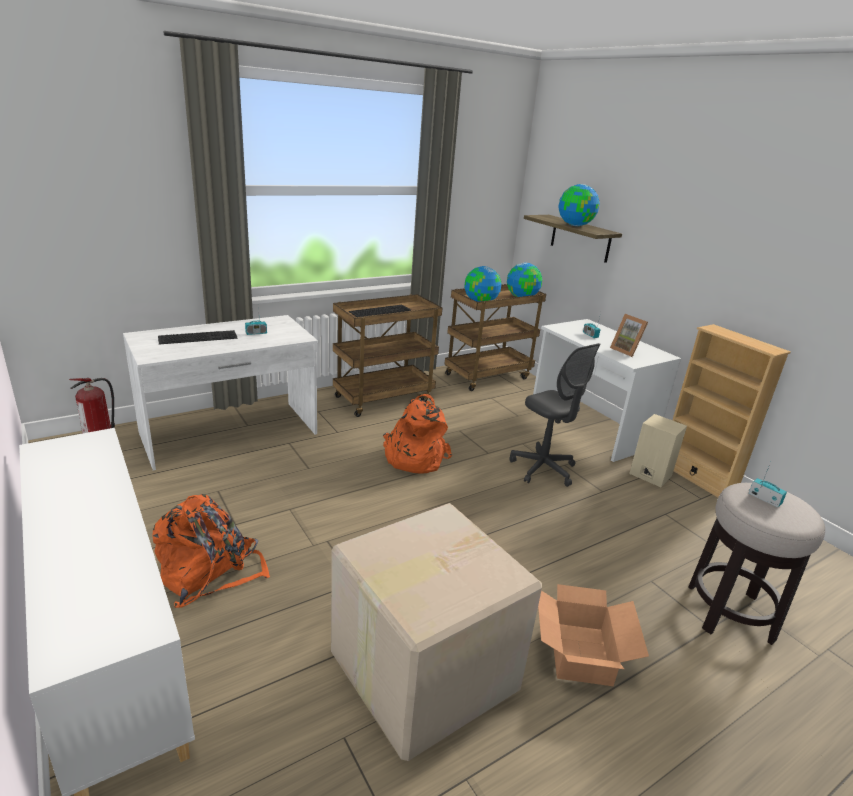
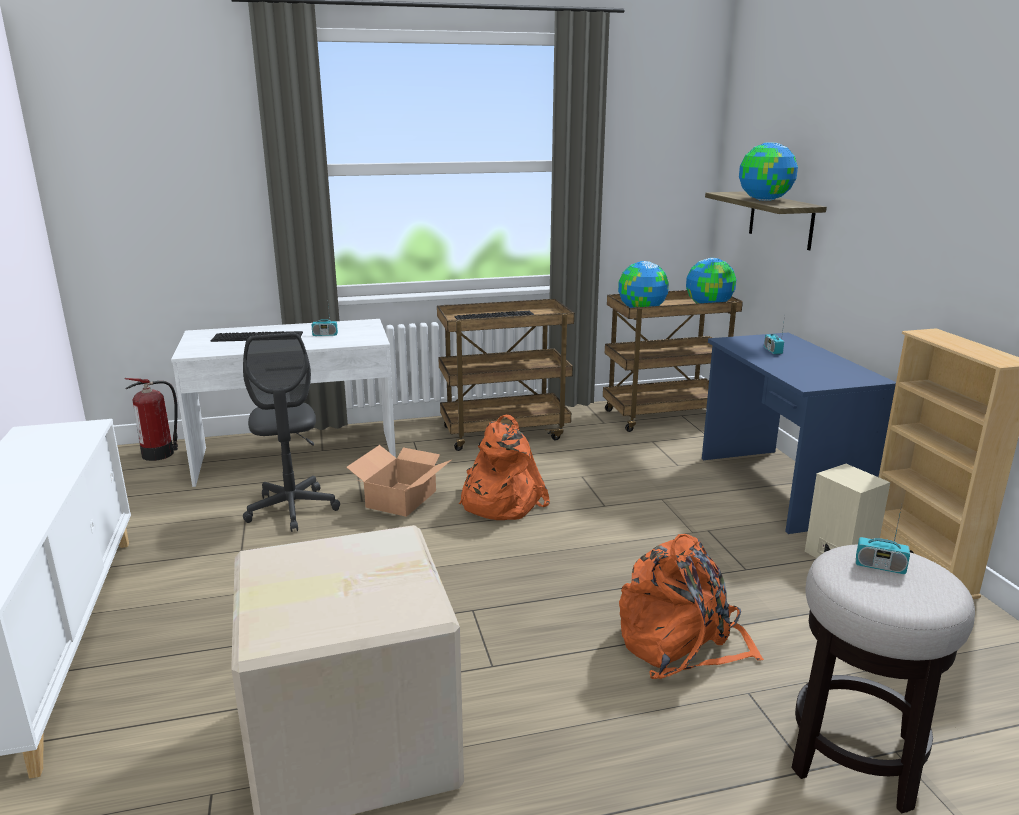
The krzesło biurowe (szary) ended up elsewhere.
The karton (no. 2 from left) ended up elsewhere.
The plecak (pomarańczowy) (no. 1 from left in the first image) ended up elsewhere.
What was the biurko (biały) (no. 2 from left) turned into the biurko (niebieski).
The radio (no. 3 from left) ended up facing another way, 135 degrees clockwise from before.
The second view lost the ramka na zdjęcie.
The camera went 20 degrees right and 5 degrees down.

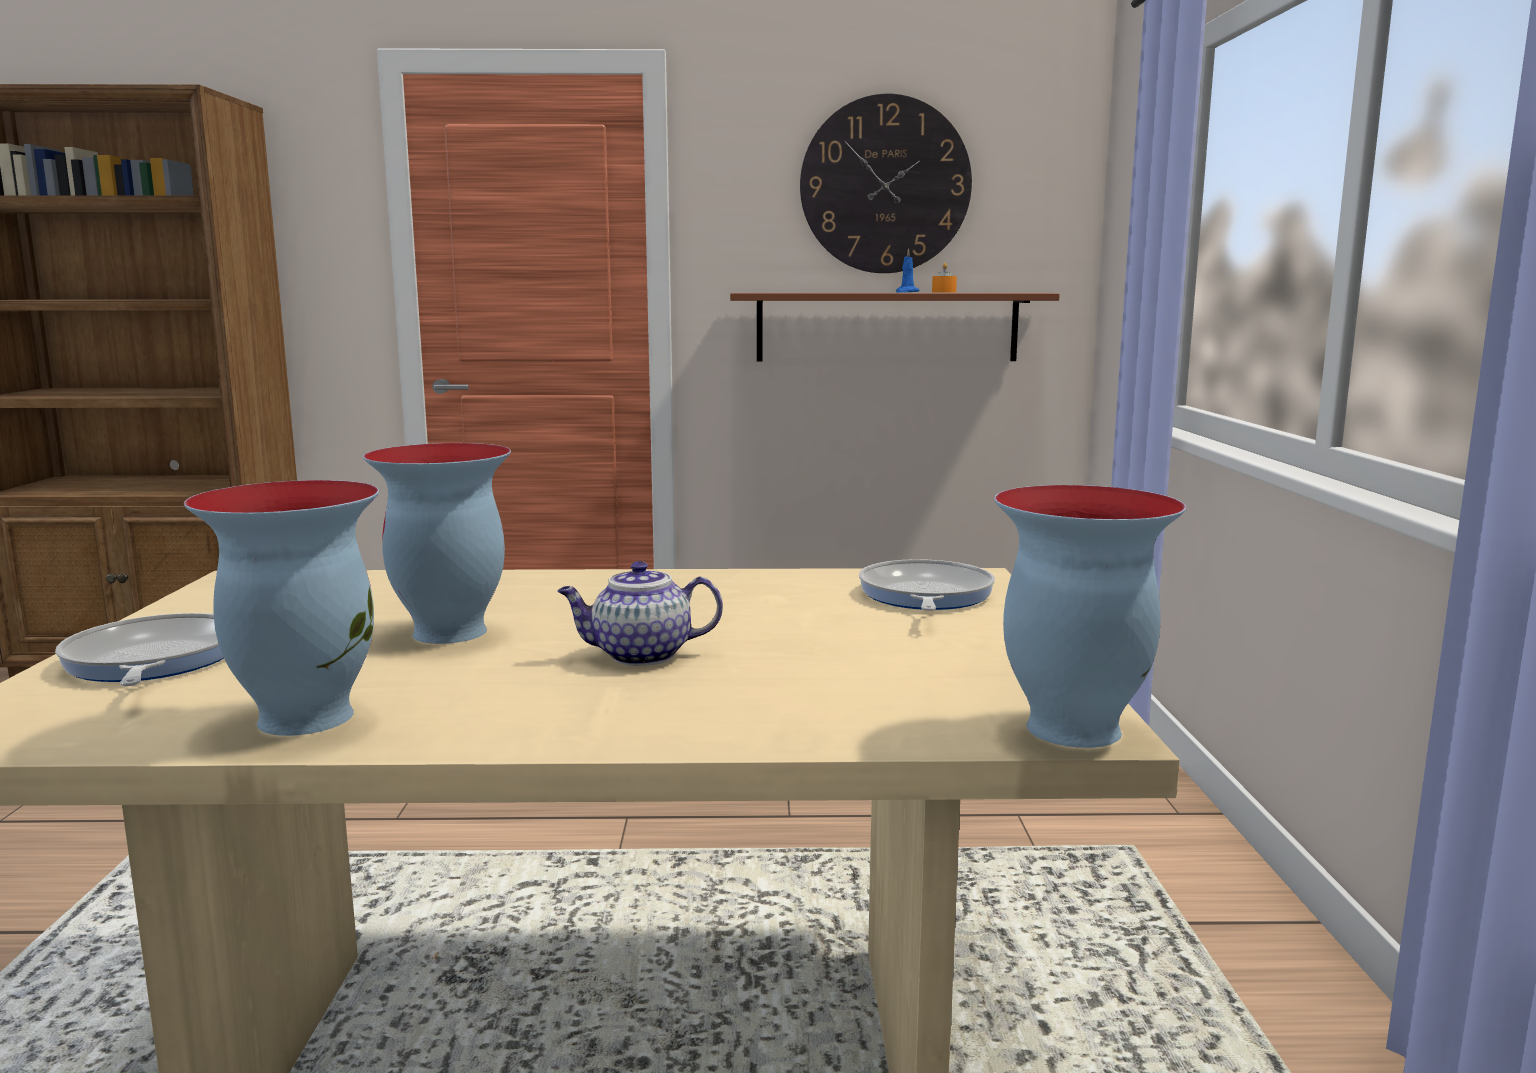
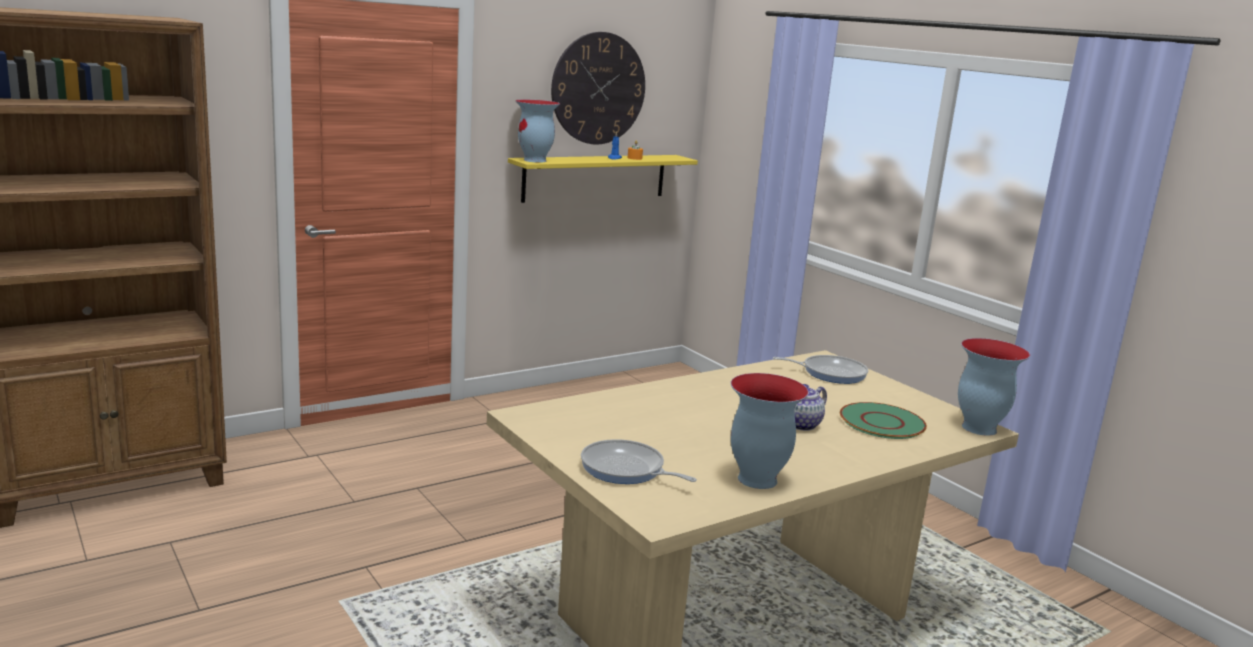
What was the półka (brązowy) turned into the półka (żółty).
The wazon (no. 2 from left in the first image) ended up elsewhere.
The patelnia (no. 2 from left) ended up facing another way, 120 degrees clockwise from before.
The second view gained the talerz (zielony).
The camera went 35 degrees left and 5 degrees up.

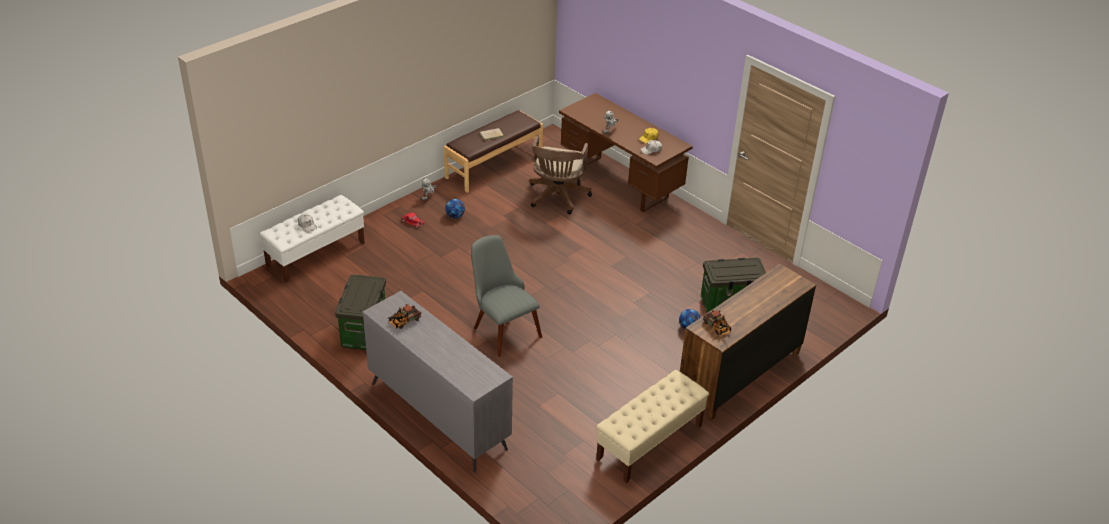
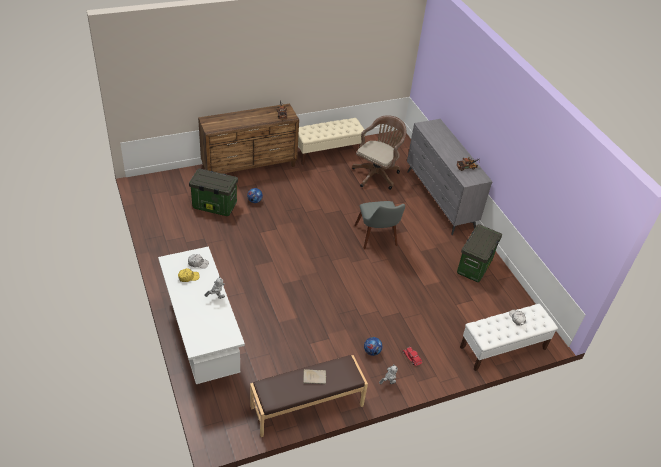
What was the biurko (brązowy) turned into the biurko (biały).
The krzesło biurowe (brązowy) ended up elsewhere.
The camera went 160 degrees left and 5 degrees up.

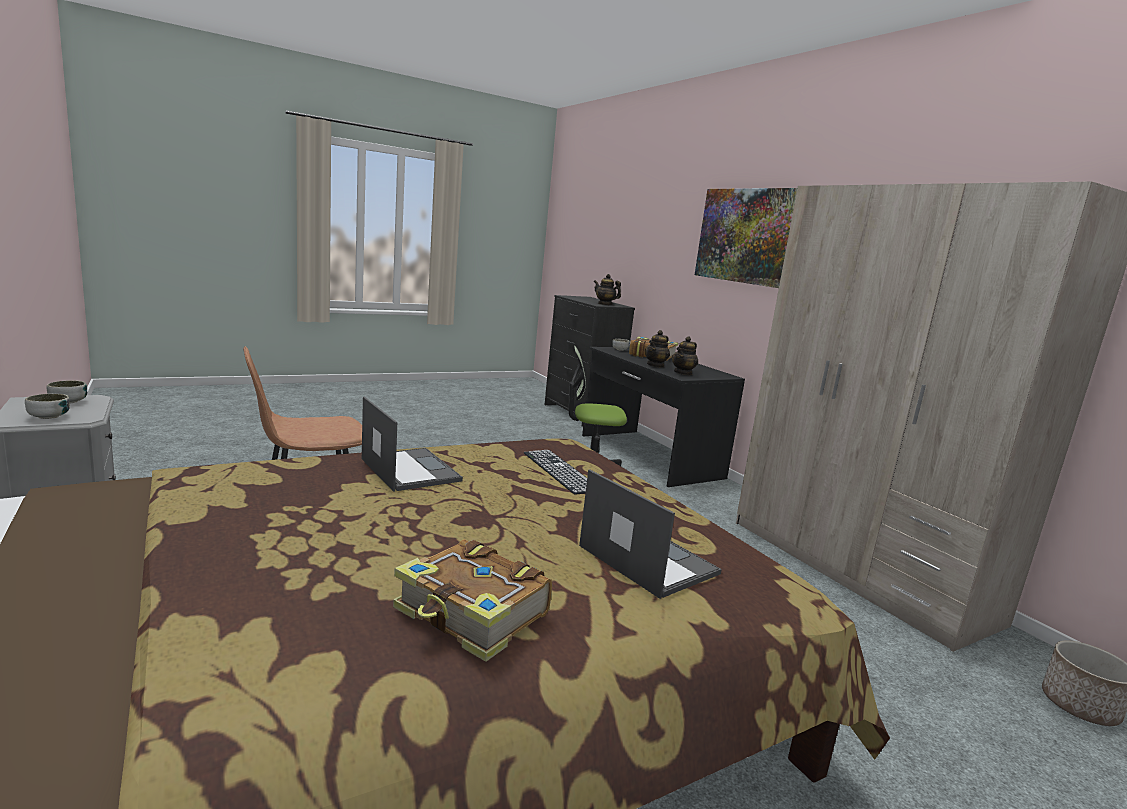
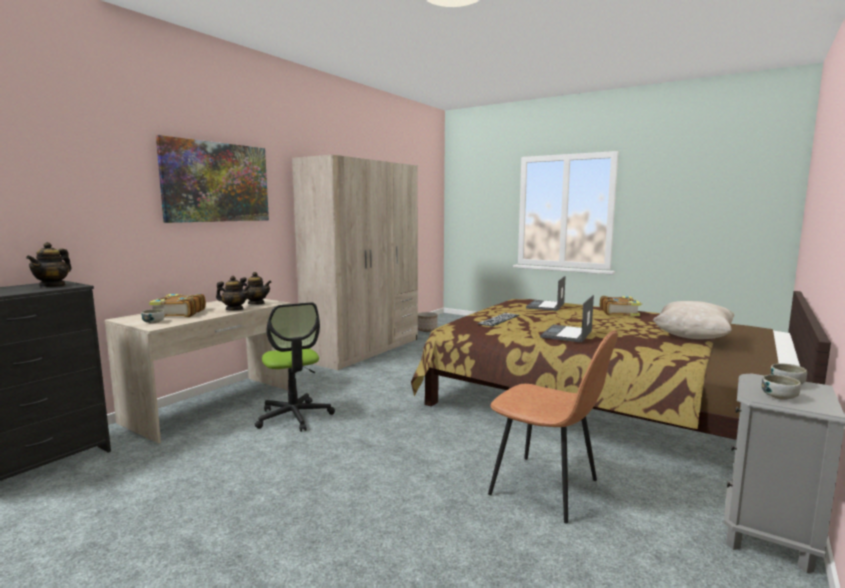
What was the biurko (czarny) turned into the biurko (beżowy).
The second view gained the poduszka (beżowy).
The camera went 115 degrees left and 5 degrees down.

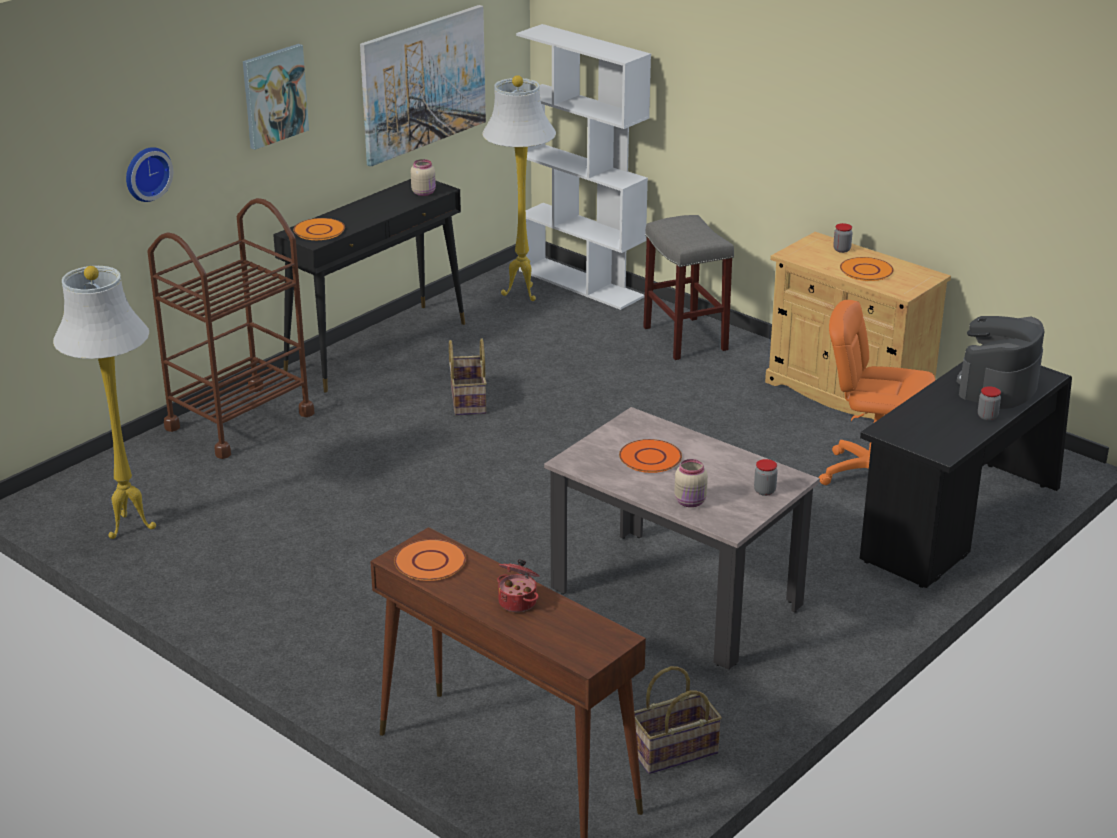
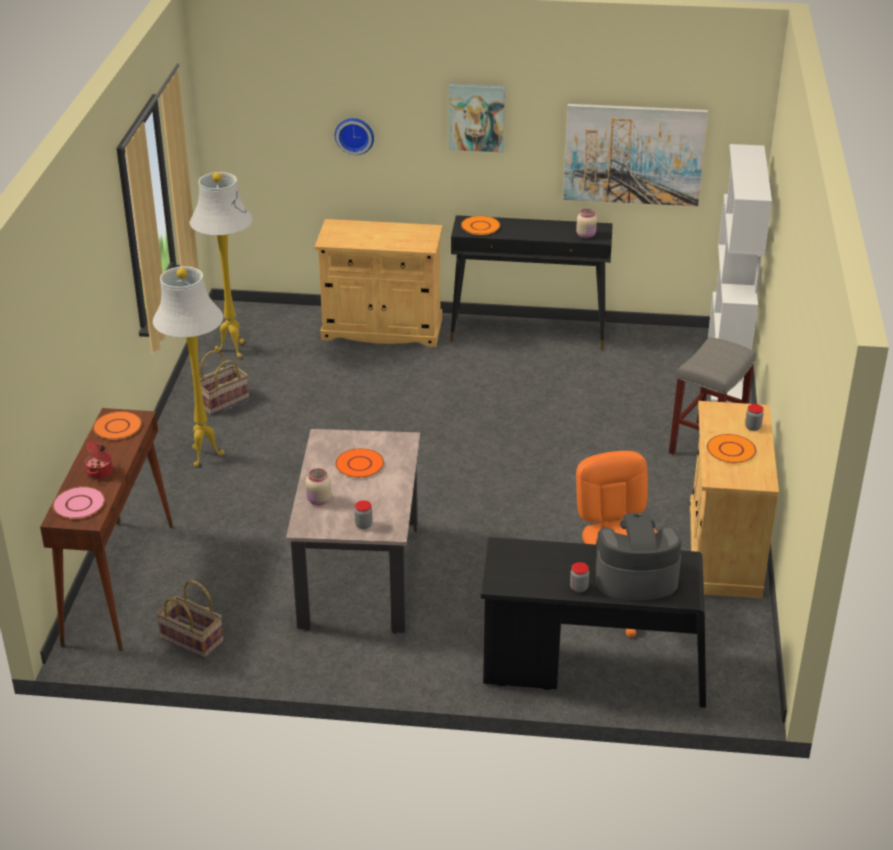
The second view gained the talerz (różowy).
The lampa stojąca (biały) (no. 2 from left in the first image) ended up elsewhere.
The koszyk (no. 1 from left in the first image) ended up elsewhere.
Where the wózek (brązowy) stood, the szafka (beżowy) (no. 1 from left) came to stand.
The camera went 55 degrees right and 5 degrees up.

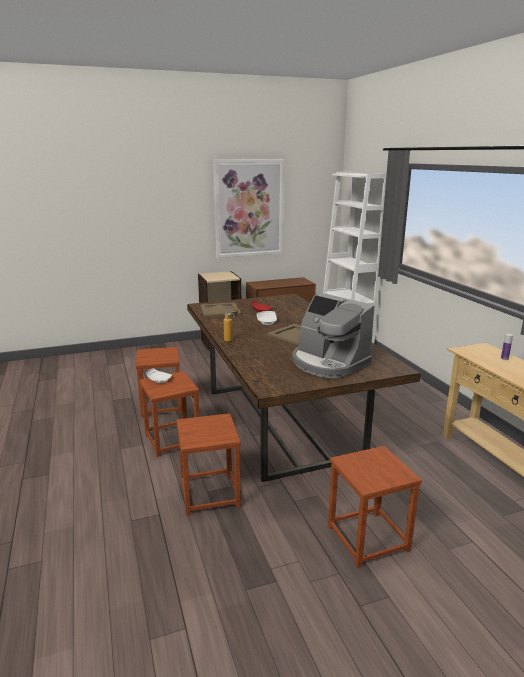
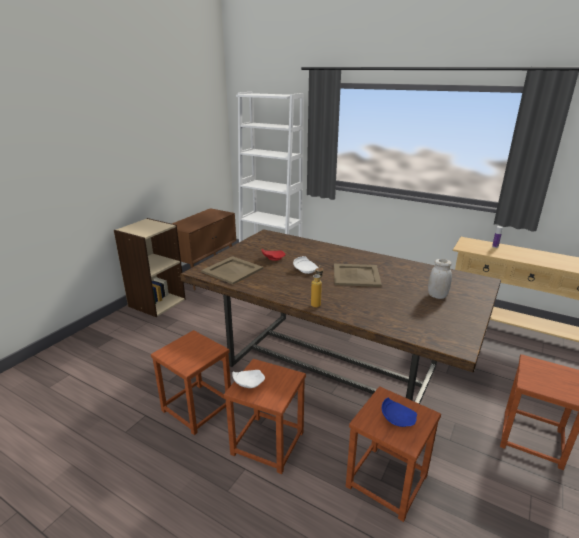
The second view gained the talerz (niebieski).
Where the ekspres do kawy stood, the słoik (biały) came to stand.
The second view lost the obraz.
The camera went 40 degrees left and 5 degrees up.

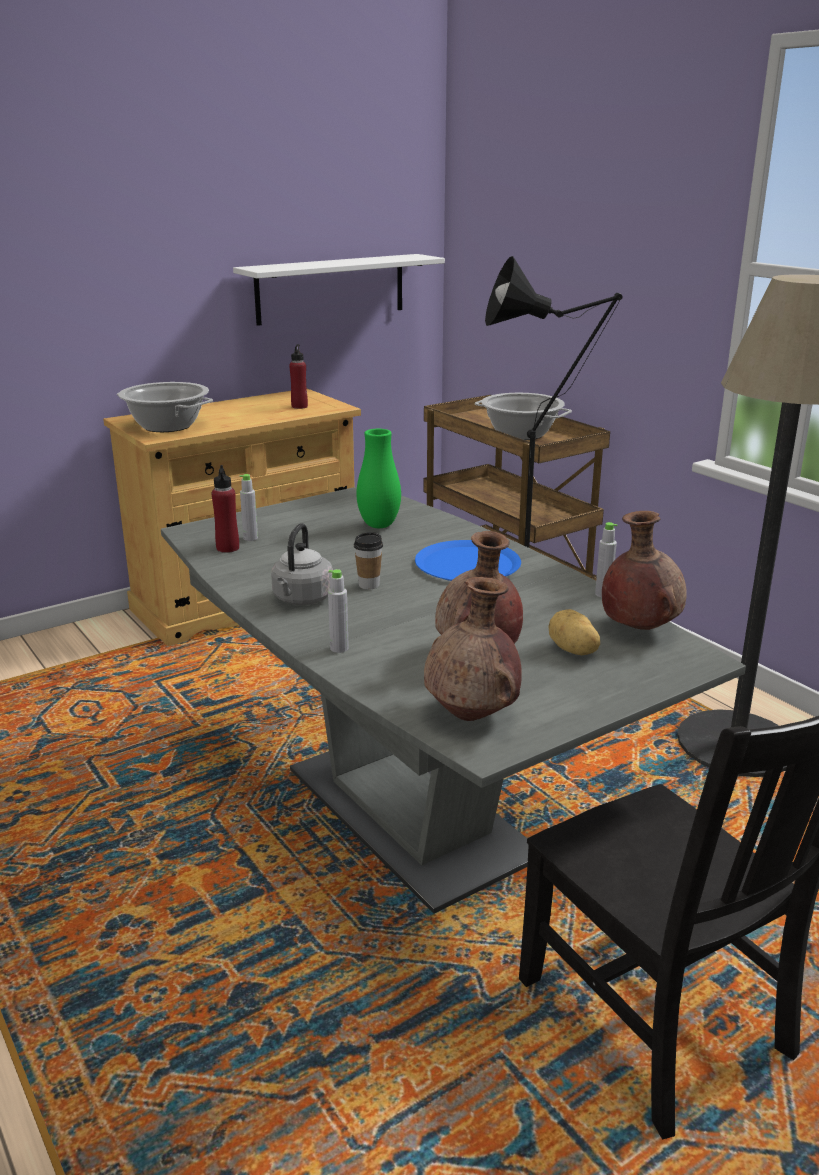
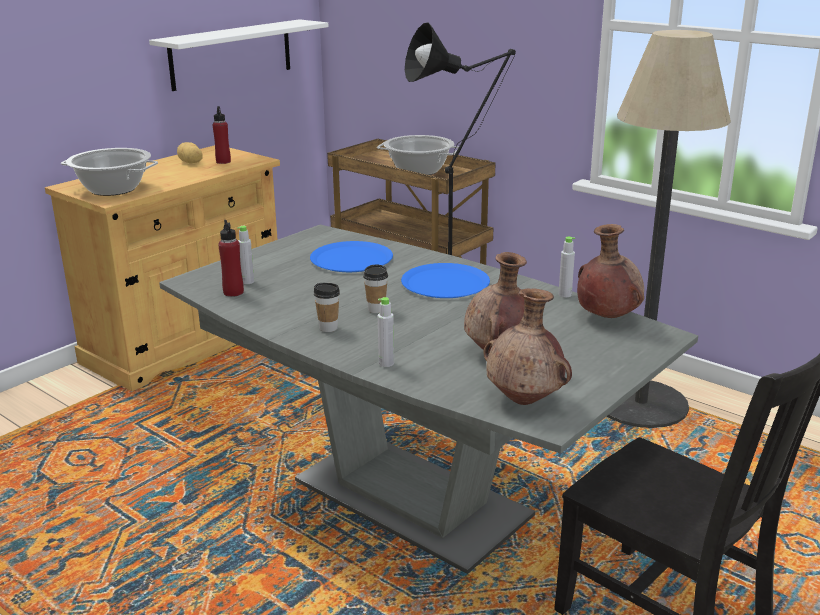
The ziemniak ended up elsewhere.
Where the wazon (zielony) stood, the talerz (niebieski) (no. 1 from left) came to stand.
Where the czajnik (szary) stood, the filiżanka (no. 1 from left) came to stand.
The camera went 15 degrees left and 0 degrees up.

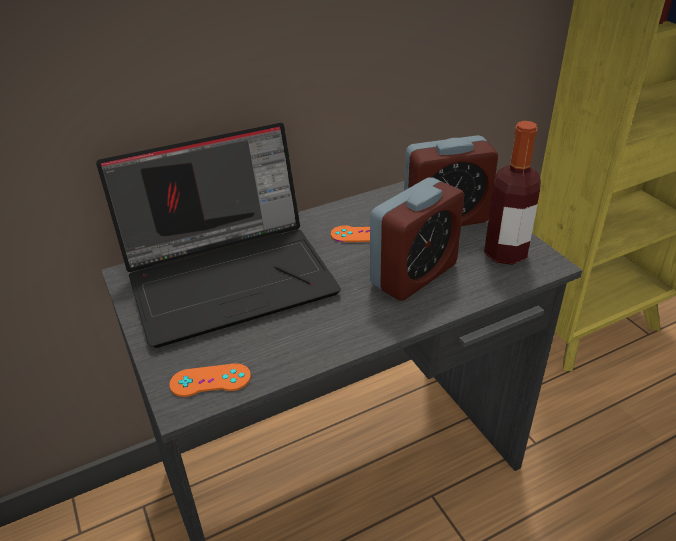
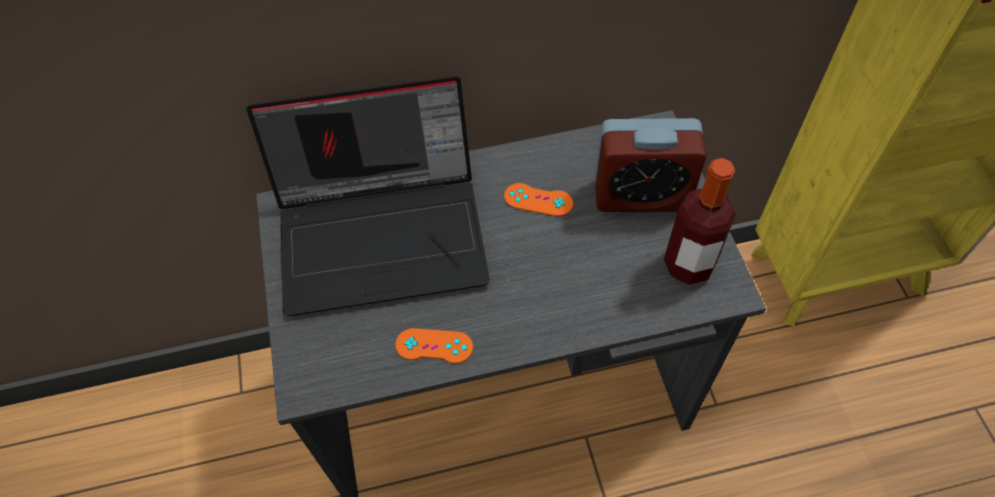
The pad do gier (pomarańczowy) (no. 1 from left) ended up elsewhere.
The second view lost the budzik (no. 1 from left).
The camera went 15 degrees right and 20 degrees up.

